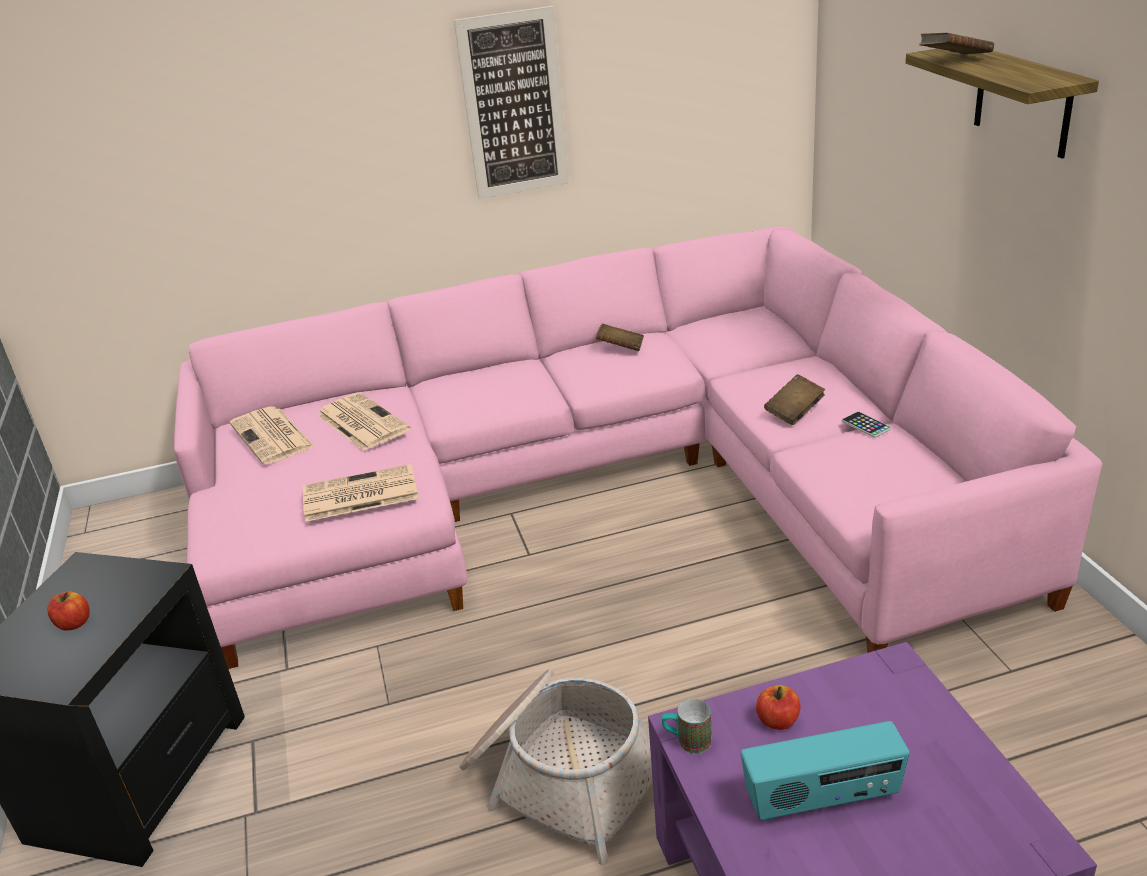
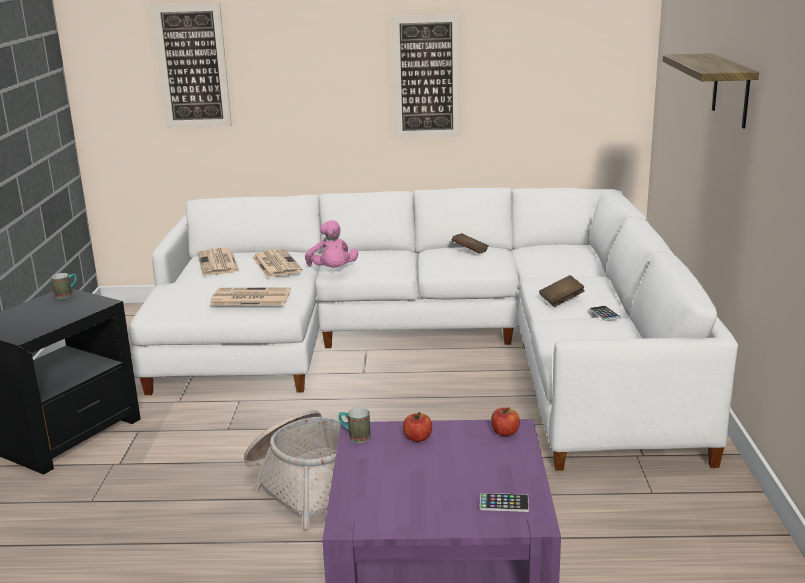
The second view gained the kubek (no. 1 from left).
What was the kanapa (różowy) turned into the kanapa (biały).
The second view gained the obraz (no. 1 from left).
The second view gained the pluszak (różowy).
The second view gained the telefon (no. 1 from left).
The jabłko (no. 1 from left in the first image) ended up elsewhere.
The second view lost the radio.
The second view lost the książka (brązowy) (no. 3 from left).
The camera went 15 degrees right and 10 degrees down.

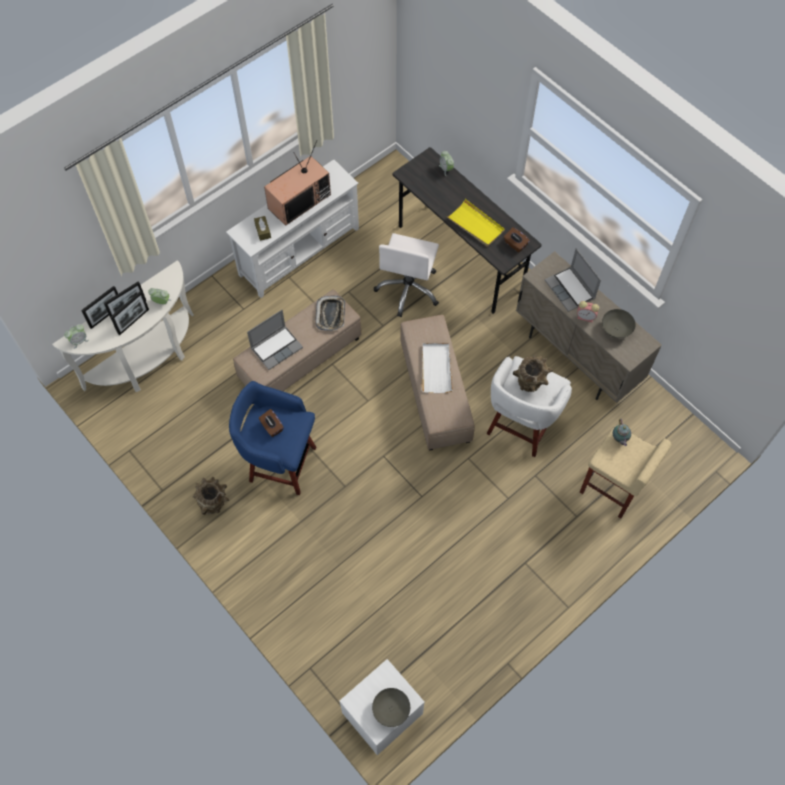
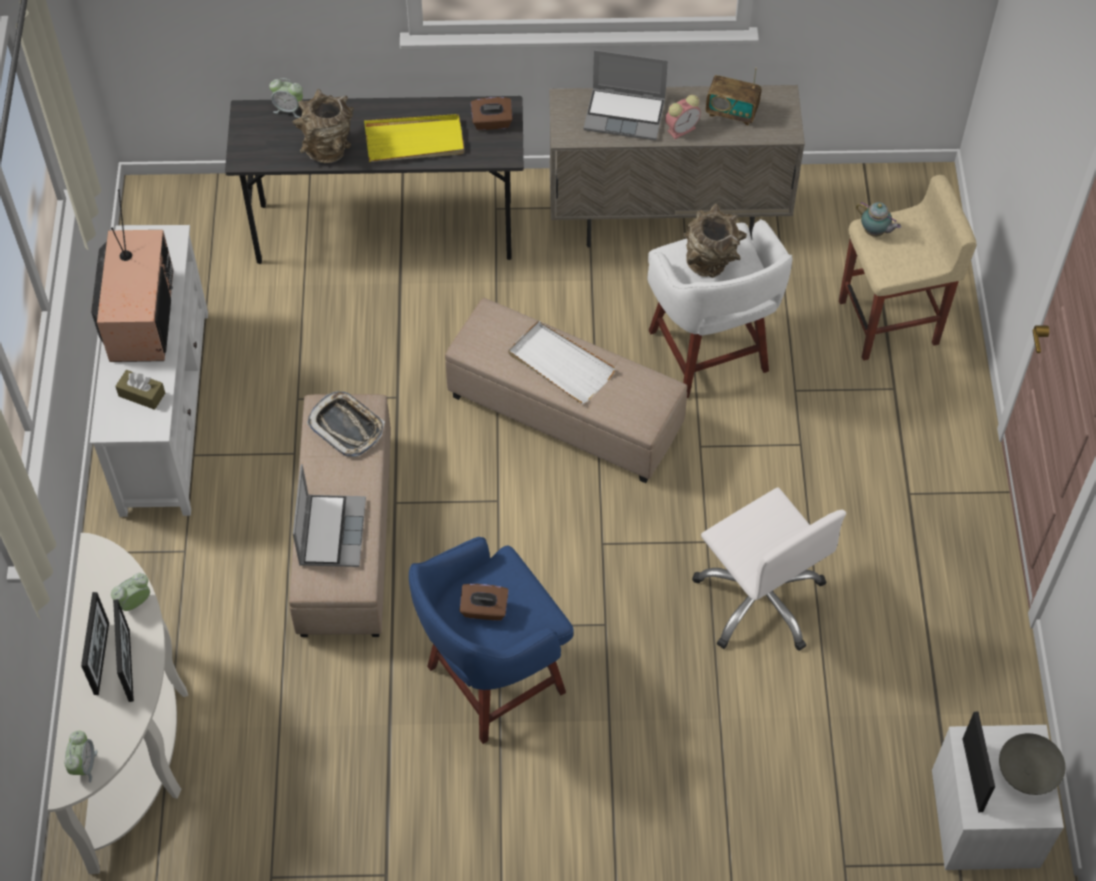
The wazon (brązowy) (no. 1 from left) ended up elsewhere.
The krzesło biurowe (biały) ended up elsewhere.
Where the miska (szary) (no. 2 from left) stood, the radio came to stand.
The ramka na zdjęcie (no. 1 from left in the first image) ended up elsewhere.
The camera went 50 degrees left and 5 degrees down.

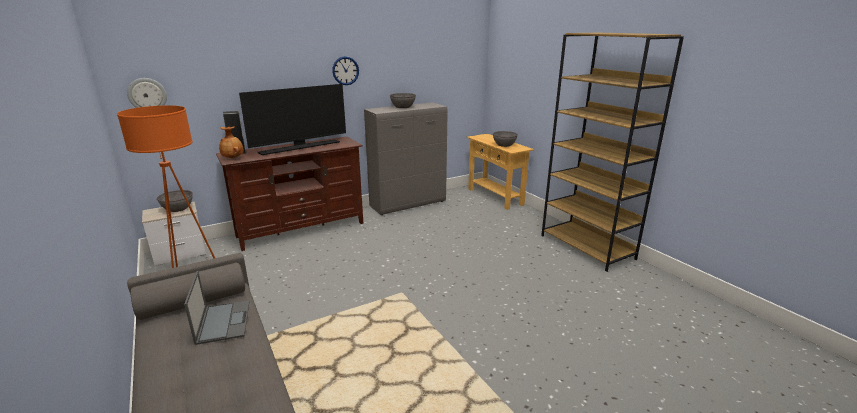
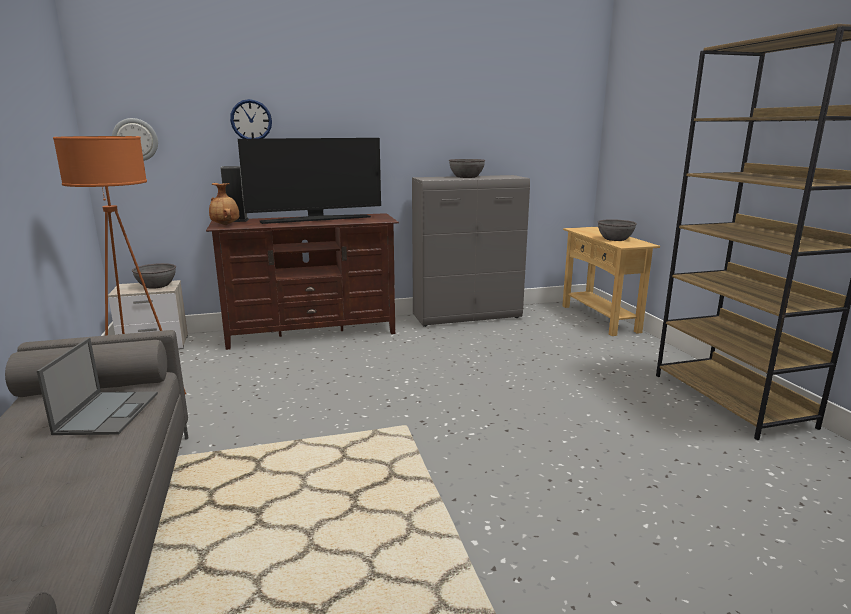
The zegar ścienny (no. 2 from left) ended up elsewhere.
The camera went 15 degrees right and 5 degrees down.

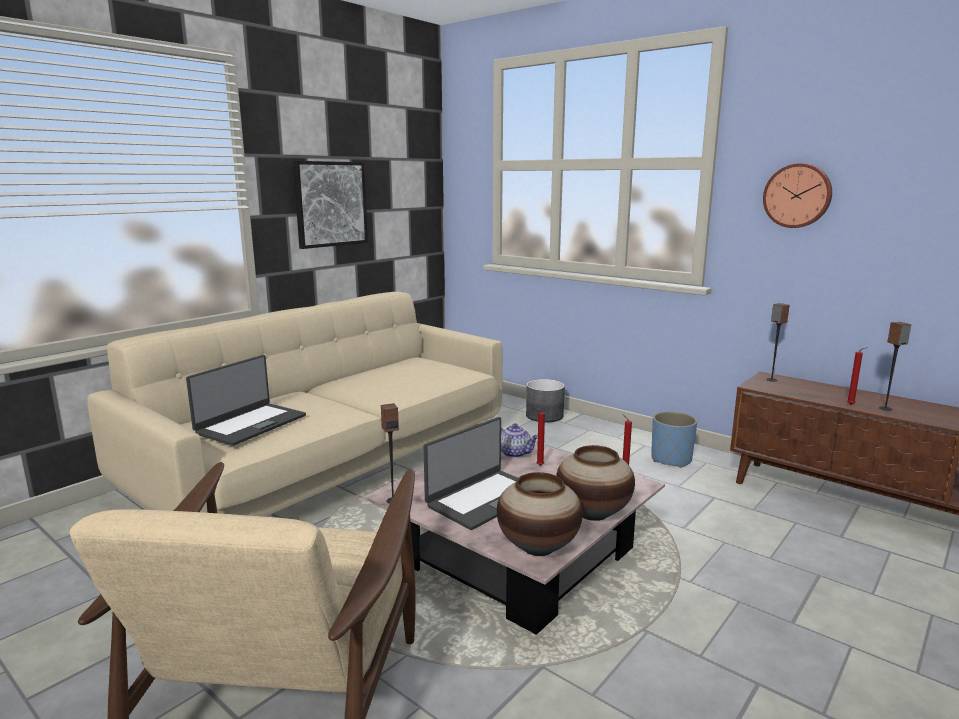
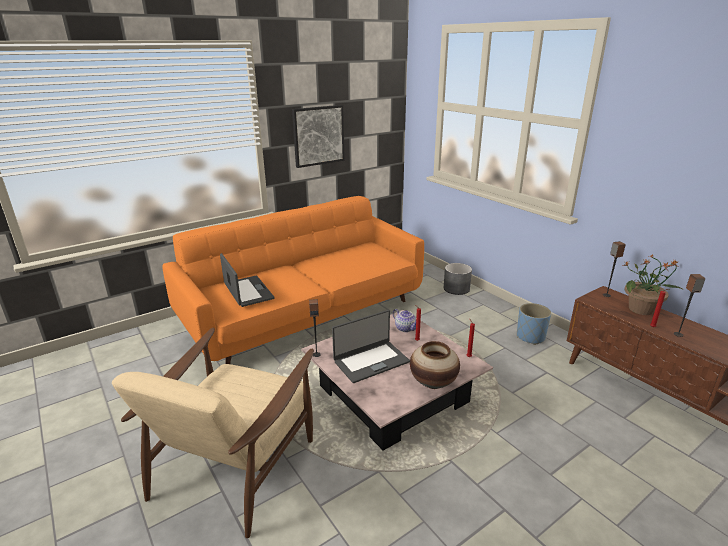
What was the kanapa (beżowy) turned into the kanapa (pomarańczowy).
The laptop (no. 1 from left) ended up facing another way, 75 degrees counterclockwise from before.
The second view gained the roślina doniczkowa.
The second view lost the wazon (no. 1 from left).
The second view lost the zegar ścienny.
The camera went 15 degrees right and 10 degrees up.

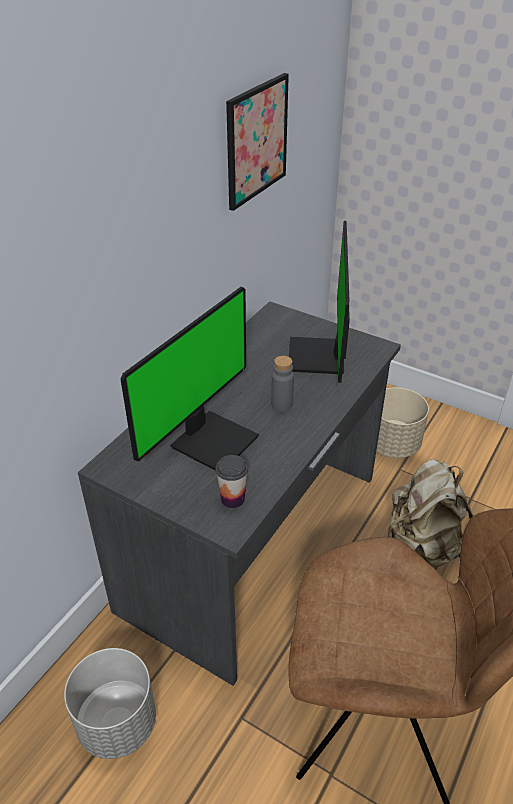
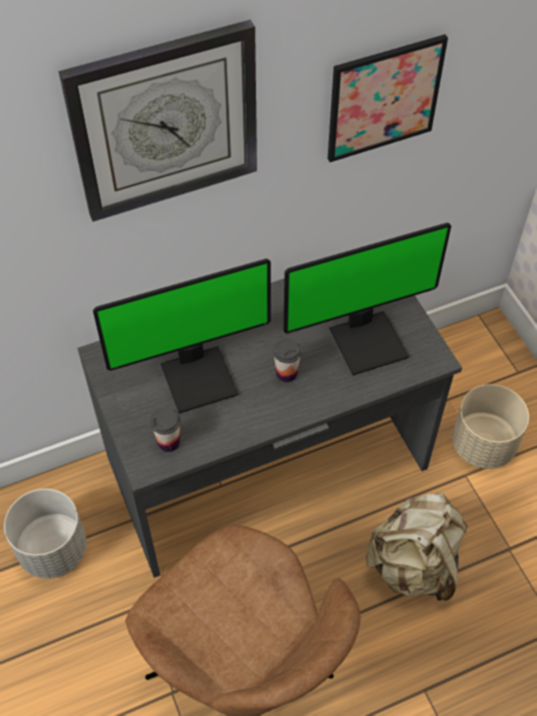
The second view gained the zegar ścienny.
Where the butelka (szary) stood, the filiżanka (no. 2 from left) came to stand.
The monitor (no. 2 from left) ended up facing another way, 150 degrees counterclockwise from before.
The camera went 35 degrees right and 15 degrees up.

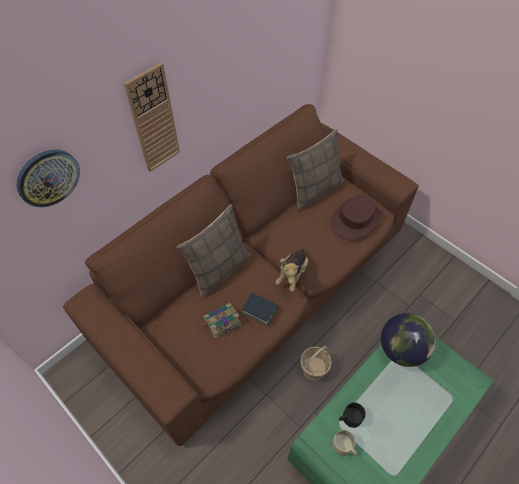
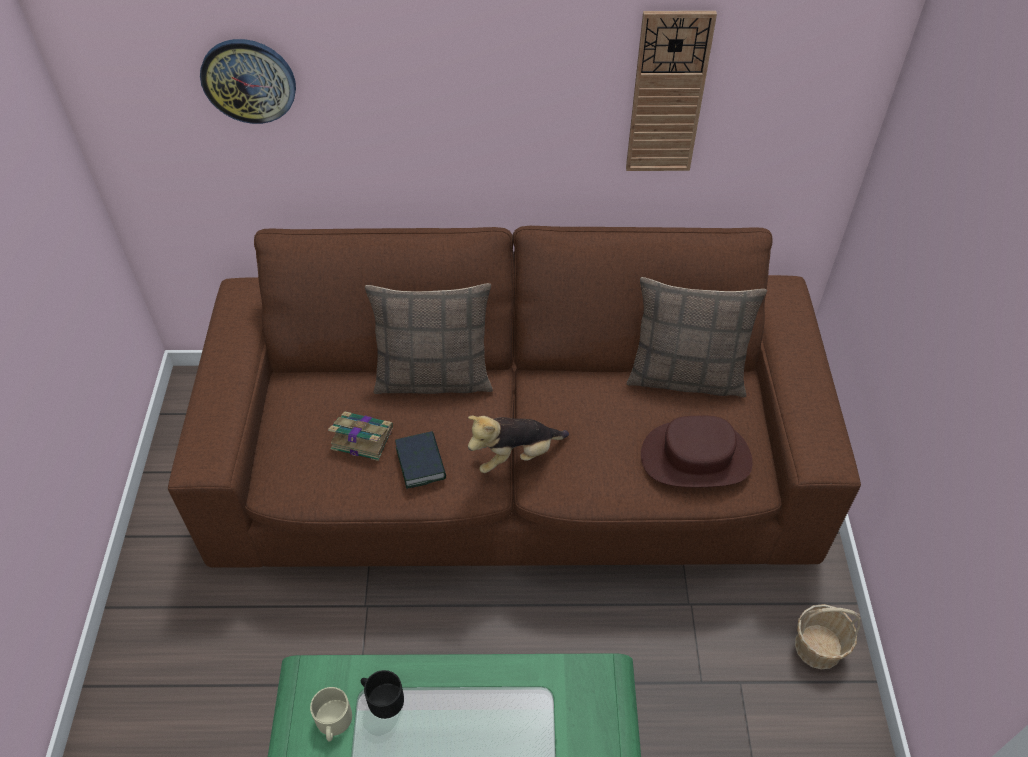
The zegar ścienny (no. 2 from left) ended up elsewhere.
The koszyk ended up elsewhere.
The second view lost the globus.
The camera went 45 degrees right and 5 degrees down.

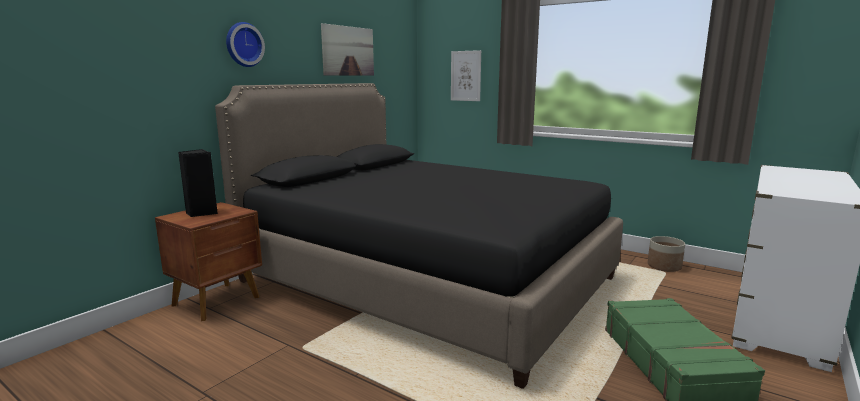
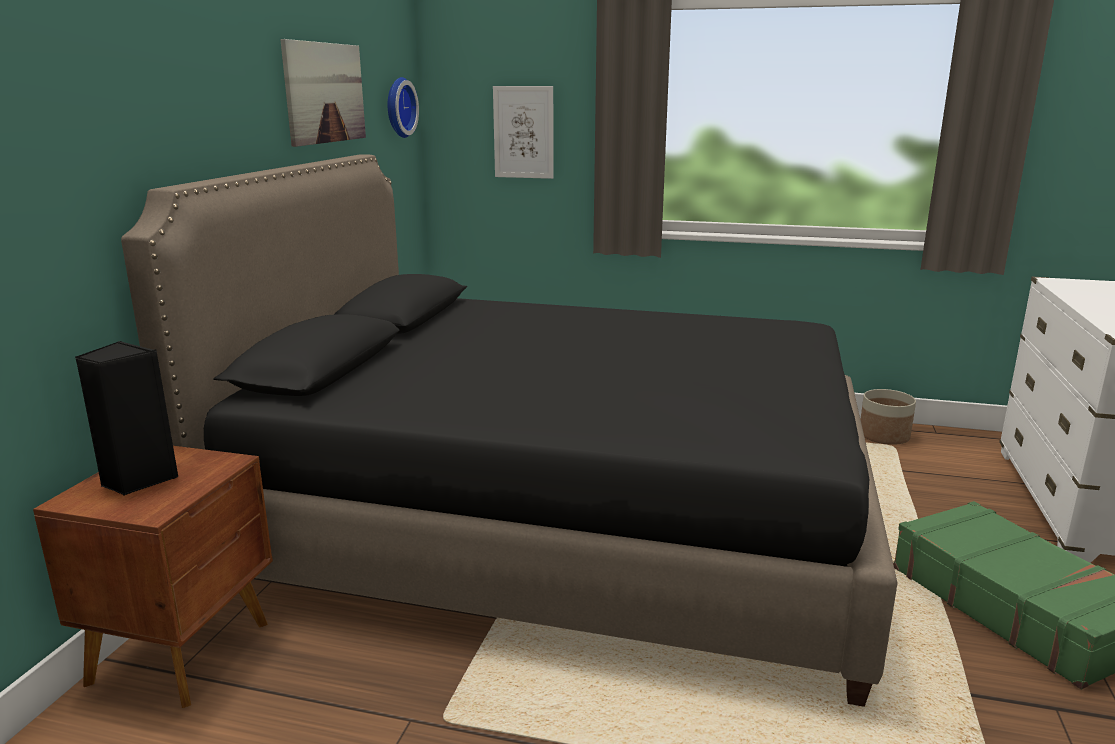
The zegar ścienny ended up elsewhere.
The camera went 20 degrees left and 5 degrees up.

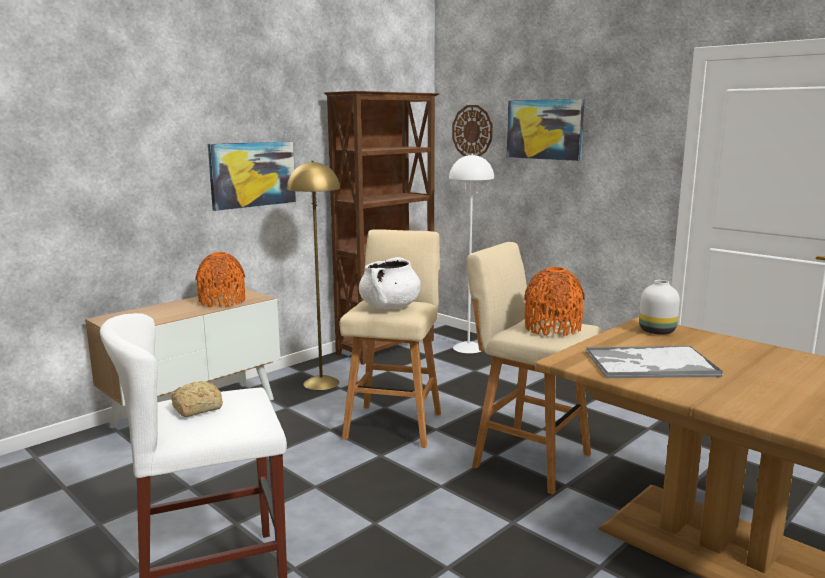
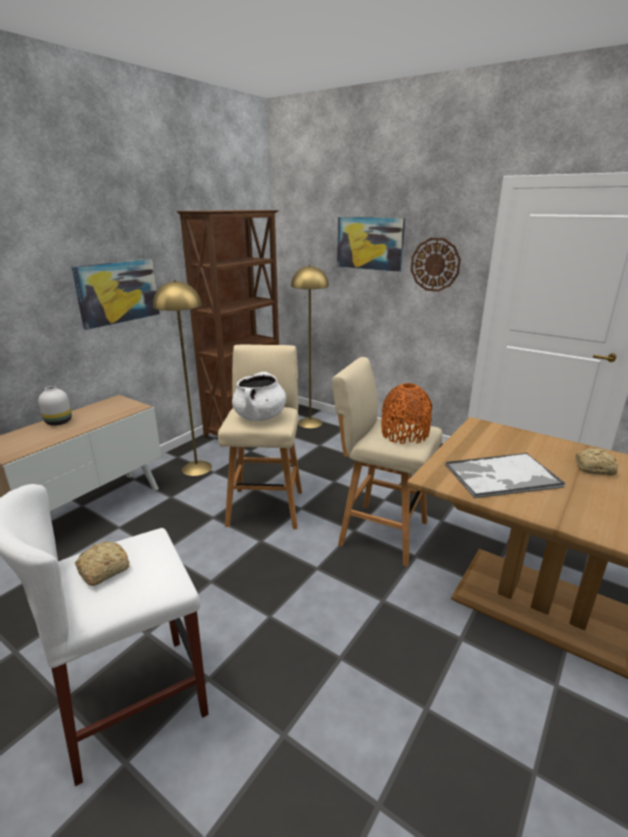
The wazon (biały) ended up elsewhere.
What was the lampa stojąca (biały) turned into the lampa stojąca (żółty) (no. 2 from left).
The zegar ścienny ended up elsewhere.
The second view gained the chleb (no. 2 from left).
The second view lost the wazon (pomarańczowy) (no. 1 from left).
The camera went 10 degrees left and 10 degrees up.

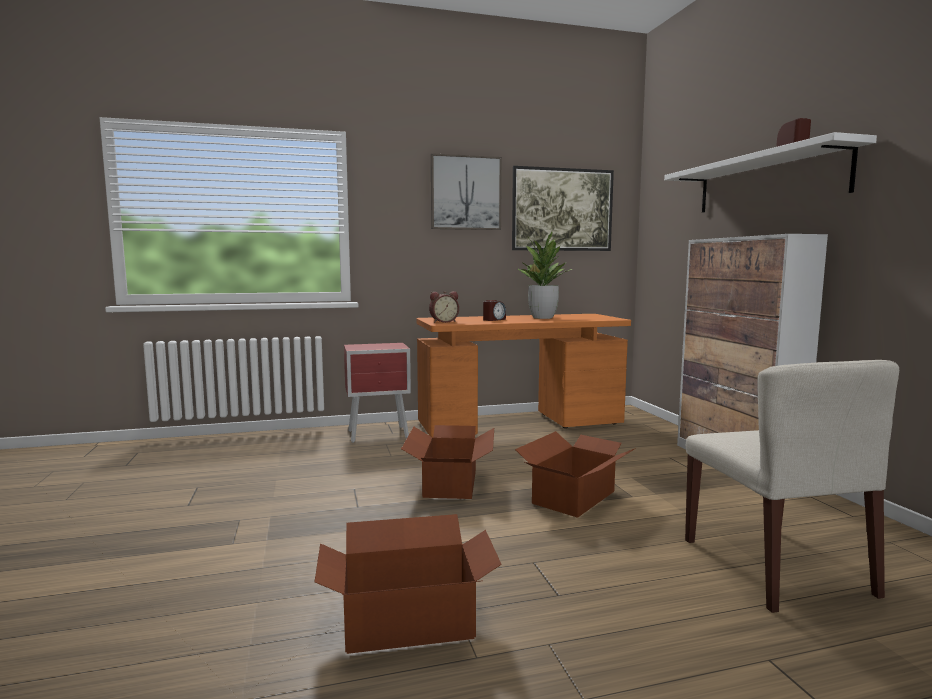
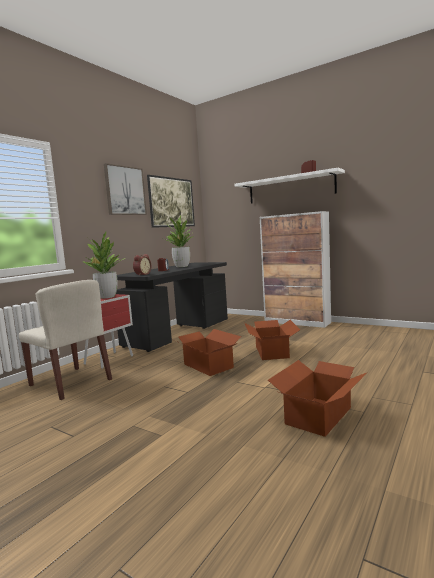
The krzesło (beżowy) ended up elsewhere.
The second view gained the roślina doniczkowa (no. 1 from left).
What was the biurko (pomarańczowy) turned into the biurko (czarny).
The camera went 40 degrees left and 0 degrees up.

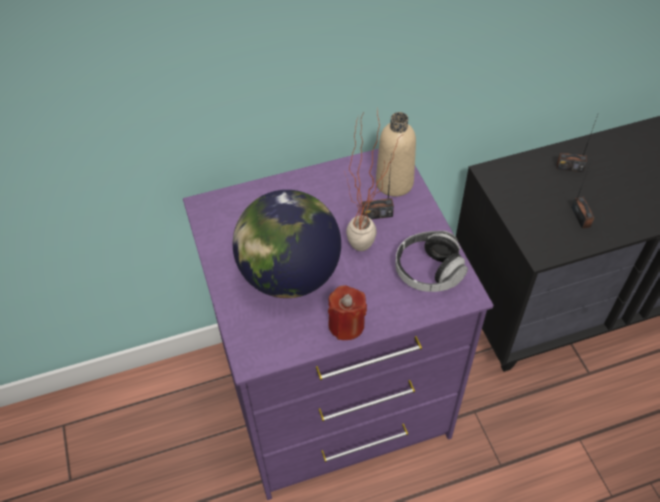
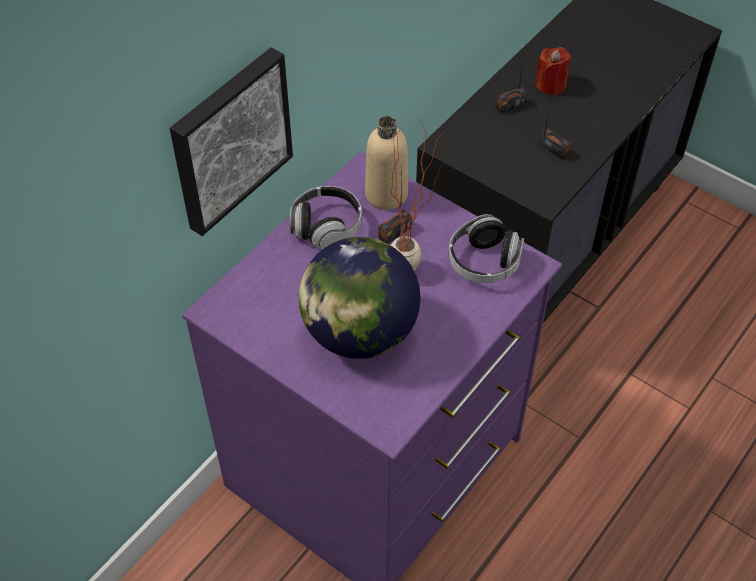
The second view gained the obraz.
The second view gained the słuchawki (no. 1 from left).
The świeca (czerwony) ended up elsewhere.
The camera went 35 degrees left and 0 degrees up.

